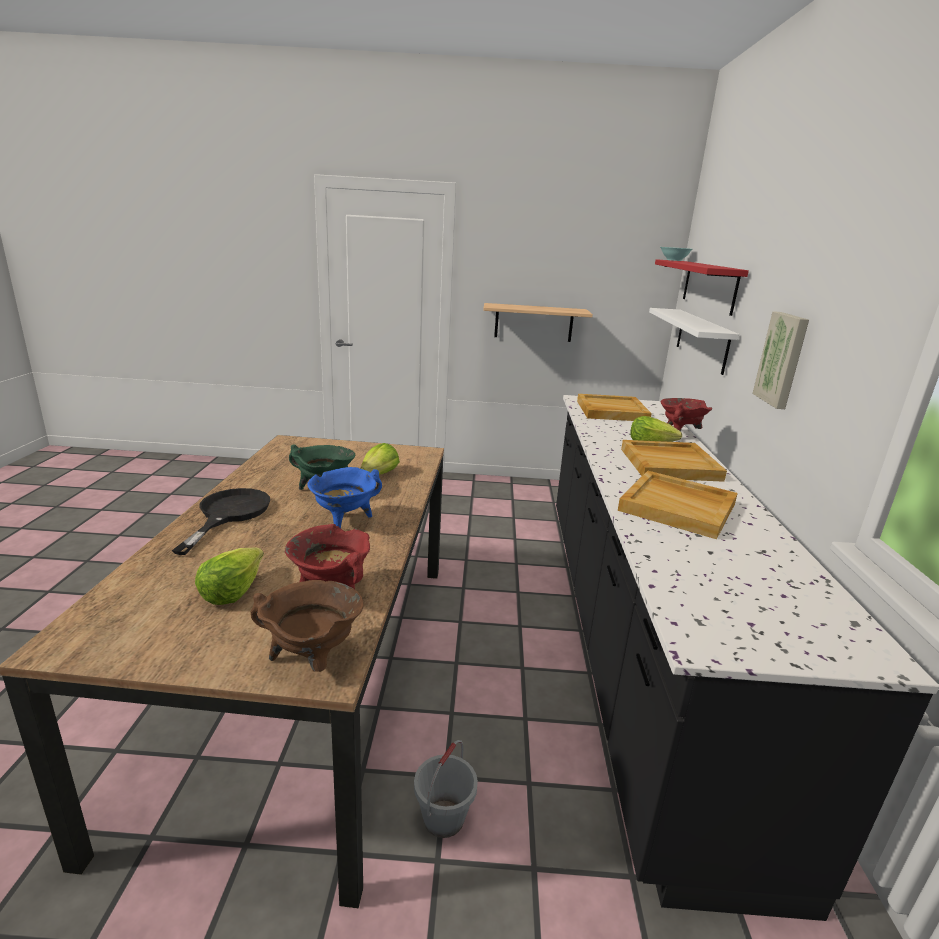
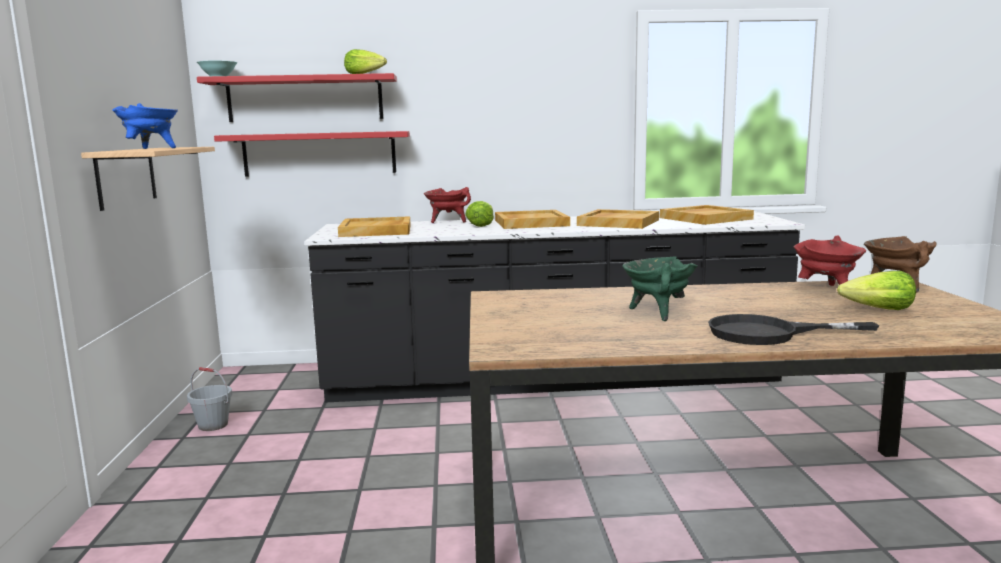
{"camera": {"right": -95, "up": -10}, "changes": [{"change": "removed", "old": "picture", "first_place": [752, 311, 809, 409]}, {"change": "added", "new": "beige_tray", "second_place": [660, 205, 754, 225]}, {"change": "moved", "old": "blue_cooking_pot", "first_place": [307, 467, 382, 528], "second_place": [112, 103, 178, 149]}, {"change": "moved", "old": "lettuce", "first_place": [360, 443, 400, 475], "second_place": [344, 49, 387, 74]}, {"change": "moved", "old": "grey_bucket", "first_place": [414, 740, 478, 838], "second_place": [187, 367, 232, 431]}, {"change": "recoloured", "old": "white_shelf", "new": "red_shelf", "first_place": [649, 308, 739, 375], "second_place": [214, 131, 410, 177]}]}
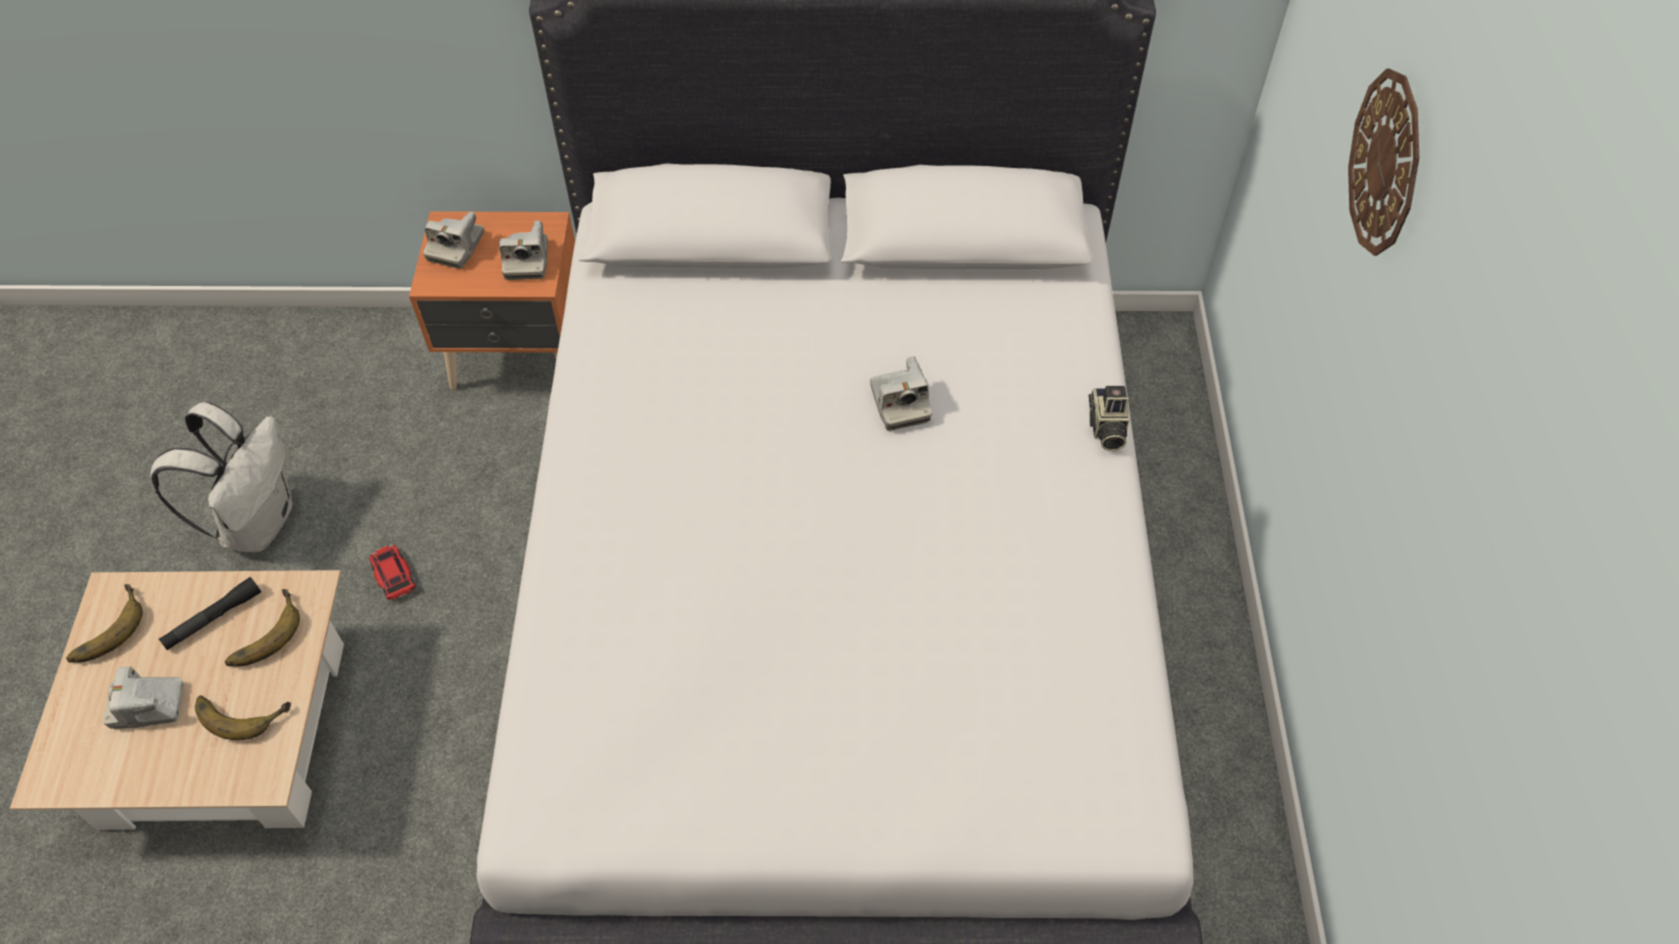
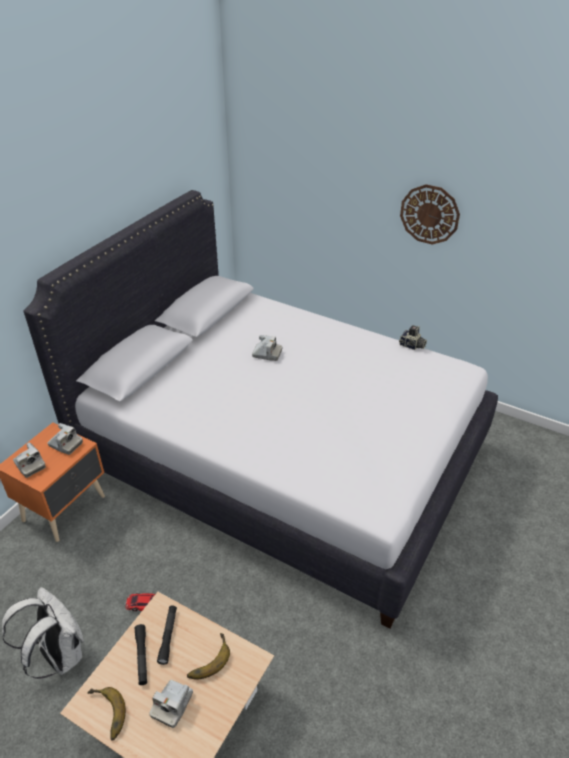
{"camera": {"right": -60, "up": -15}, "changes": [{"change": "moved", "old": "photo_camera", "first_place": [1089, 386, 1130, 451], "second_place": [399, 325, 427, 350]}, {"change": "moved", "old": "wall_clock", "first_place": [1348, 69, 1419, 256], "second_place": [400, 184, 460, 245]}, {"change": "replaced", "old": "banana", "new": "black_flashlight", "first_place": [225, 589, 300, 667], "second_place": [157, 606, 177, 665]}]}
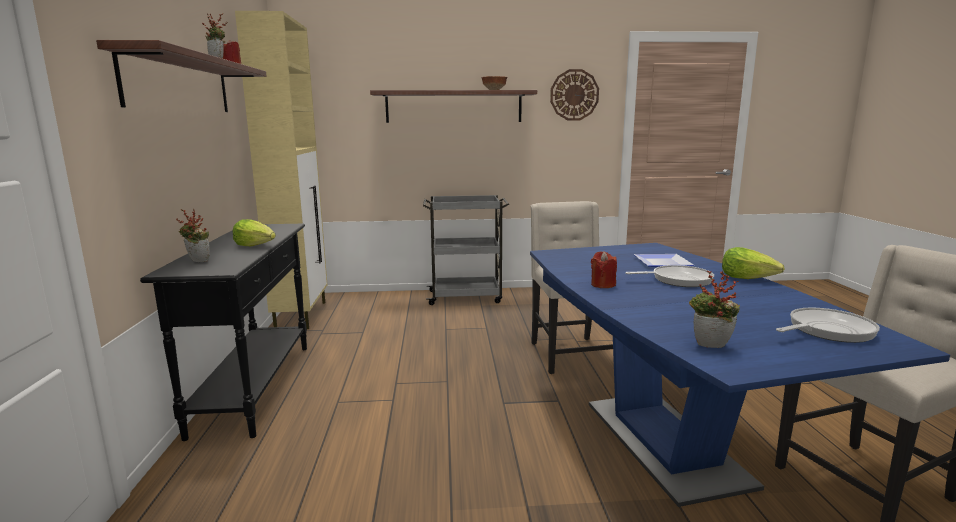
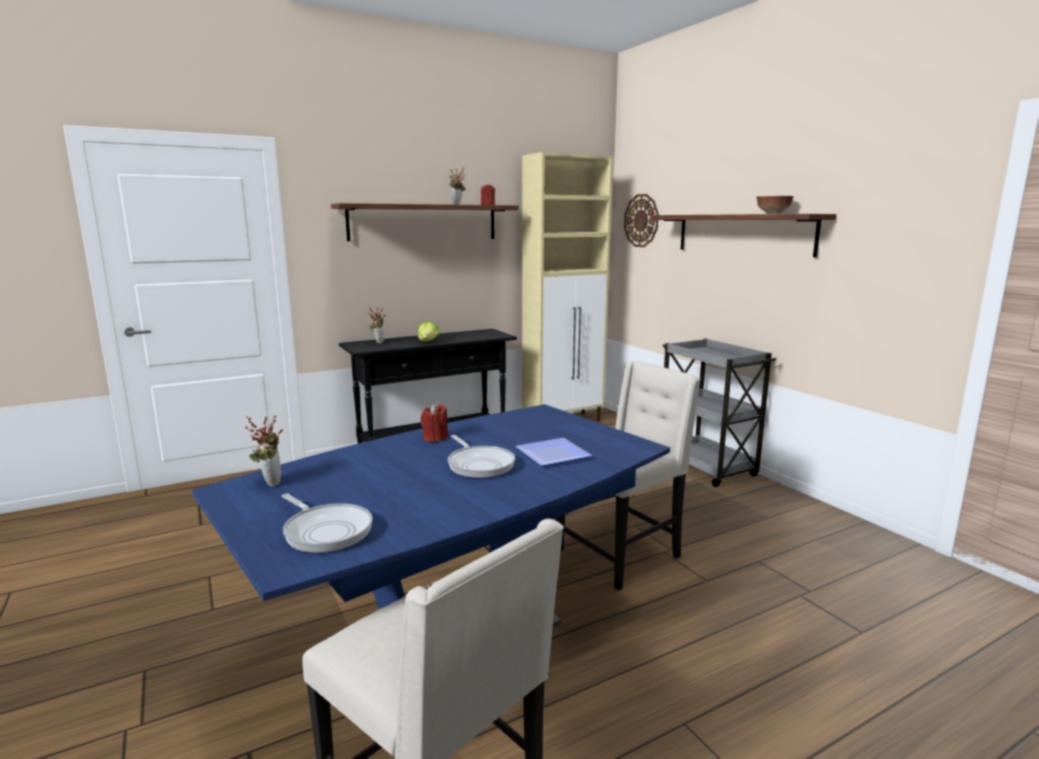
{"camera": {"right": 65, "up": 0}, "changes": [{"change": "removed", "old": "lettuce", "first_place": [722, 247, 784, 279]}, {"change": "moved", "old": "wall_clock", "first_place": [550, 69, 599, 120], "second_place": [624, 194, 659, 247]}]}
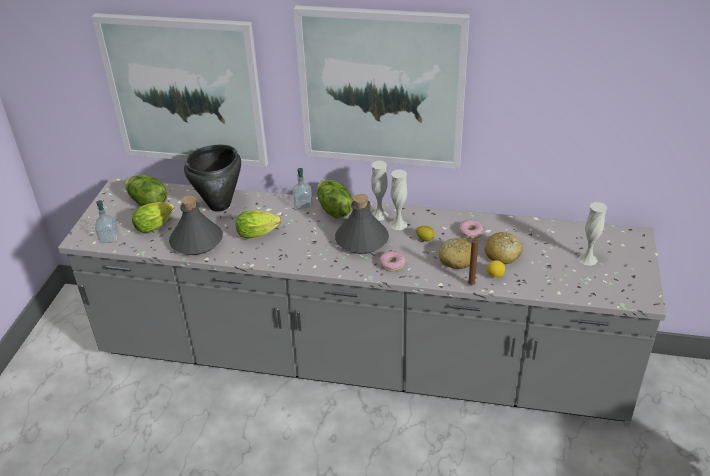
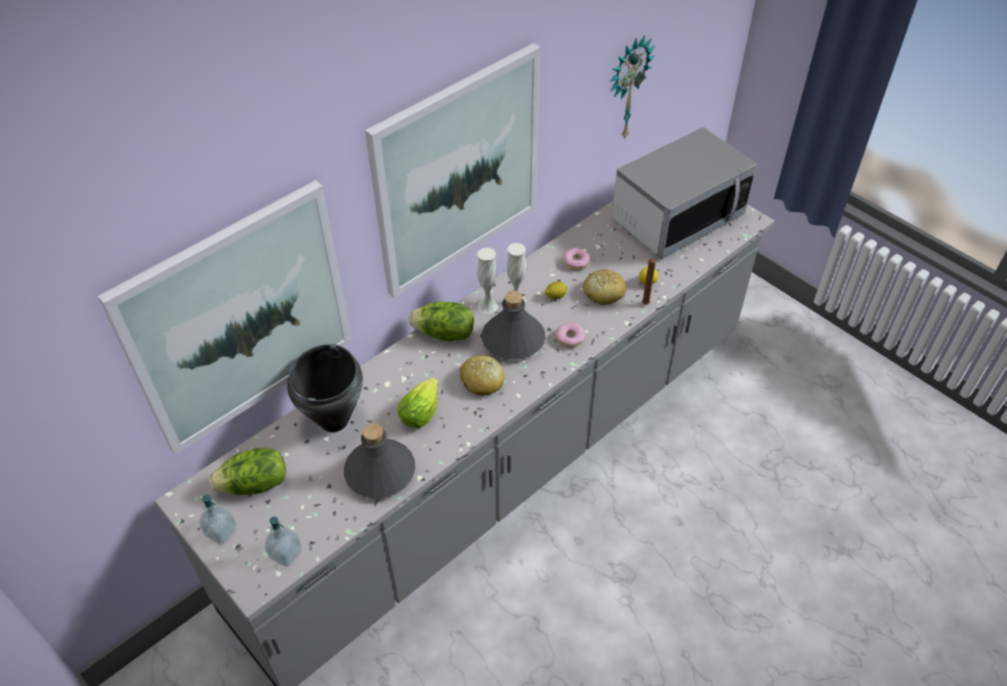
{"camera": {"right": -55, "up": 10}, "changes": [{"change": "removed", "old": "lettuce", "first_place": [132, 202, 175, 233]}, {"change": "added", "new": "wall_clock", "second_place": [610, 35, 655, 140]}, {"change": "moved", "old": "soap_dispenser", "first_place": [293, 168, 312, 210], "second_place": [199, 495, 237, 544]}, {"change": "moved", "old": "bread", "first_place": [484, 232, 523, 264], "second_place": [460, 356, 505, 396]}, {"change": "replaced", "old": "white_vase", "new": "microwave", "first_place": [578, 202, 607, 266], "second_place": [612, 127, 757, 259]}]}
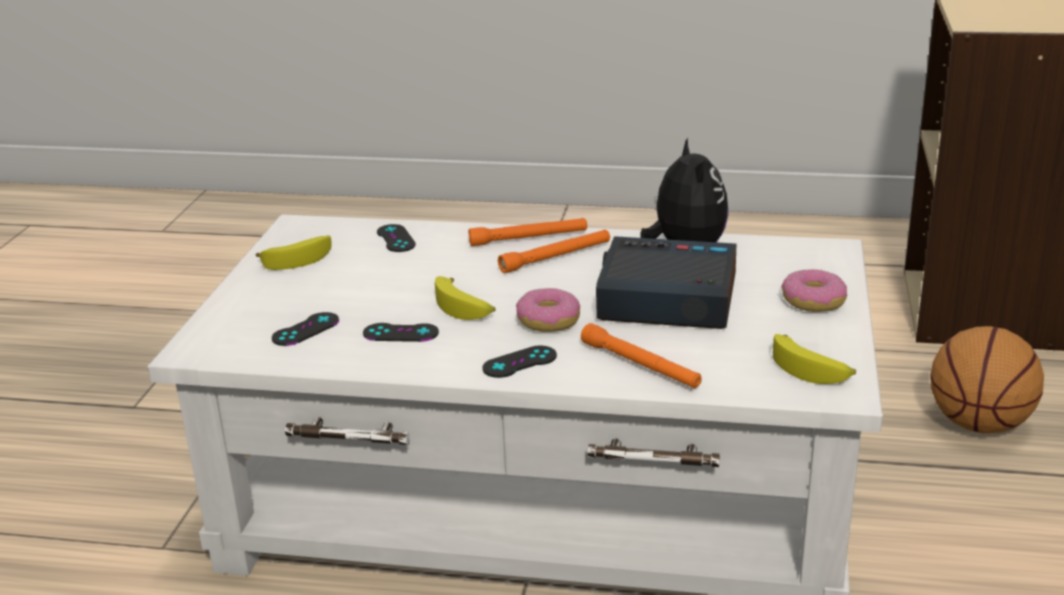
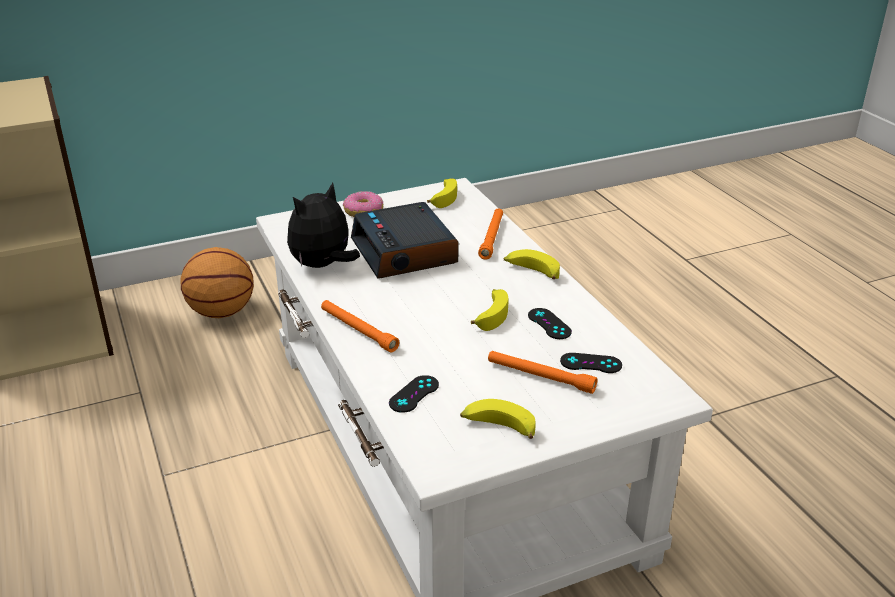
{"camera": {"right": -125, "up": 5}, "changes": [{"change": "removed", "old": "donut", "first_place": [516, 288, 580, 332]}, {"change": "moved", "old": "orange_flashlight", "first_place": [498, 229, 610, 273], "second_place": [488, 351, 597, 394]}, {"change": "replaced", "old": "black_game_controller", "new": "banana", "first_place": [482, 345, 557, 378], "second_place": [504, 249, 560, 279]}]}
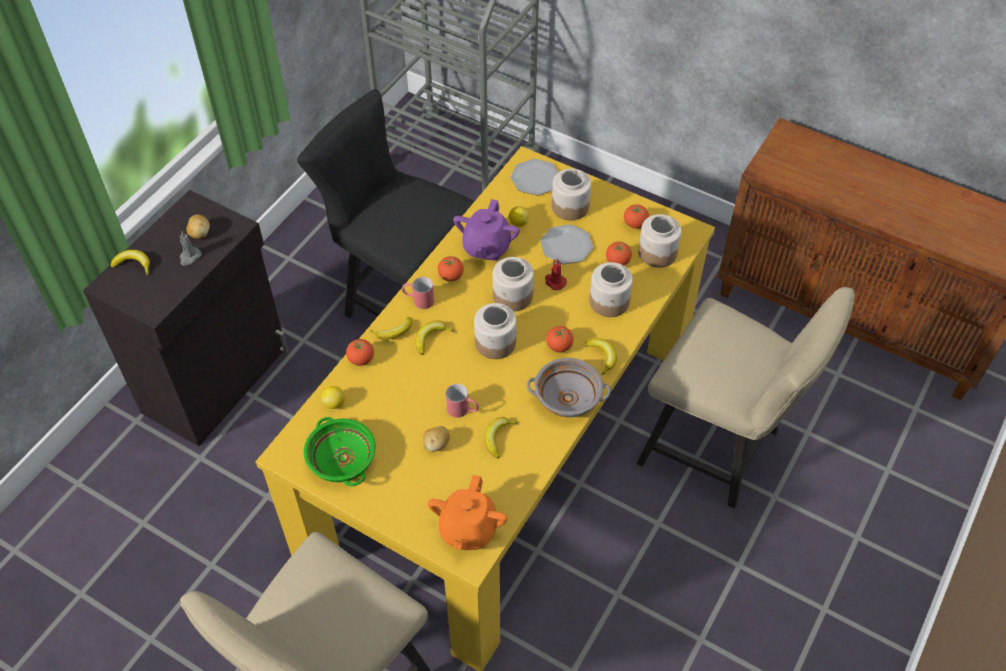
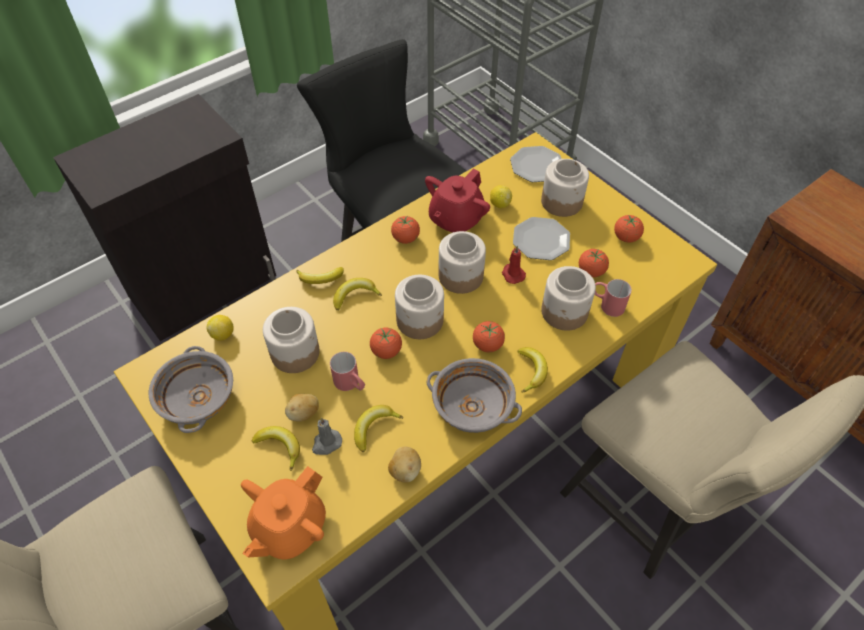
{"camera": {"right": 20, "up": 0}, "changes": [{"change": "moved", "old": "banana", "first_place": [111, 250, 150, 275], "second_place": [252, 426, 300, 471]}, {"change": "moved", "old": "grey_candle", "first_place": [180, 231, 201, 266], "second_place": [312, 418, 342, 455]}, {"change": "moved", "old": "potato", "first_place": [186, 215, 210, 239], "second_place": [388, 446, 421, 483]}, {"change": "moved", "old": "tomato", "first_place": [346, 339, 374, 366], "second_place": [370, 328, 402, 359]}, {"change": "moved", "old": "red_mug", "first_place": [402, 277, 434, 309], "second_place": [595, 279, 632, 317]}, {"change": "moved", "old": "jar", "first_place": [638, 214, 681, 268], "second_place": [263, 307, 319, 373]}, {"change": "recoloured", "old": "green_bowl", "new": "grey_bowl", "first_place": [304, 417, 376, 486], "second_place": [149, 346, 233, 433]}, {"change": "recoloured", "old": "purple_teapot", "new": "red_teapot", "first_place": [453, 199, 520, 261], "second_place": [425, 169, 490, 232]}]}
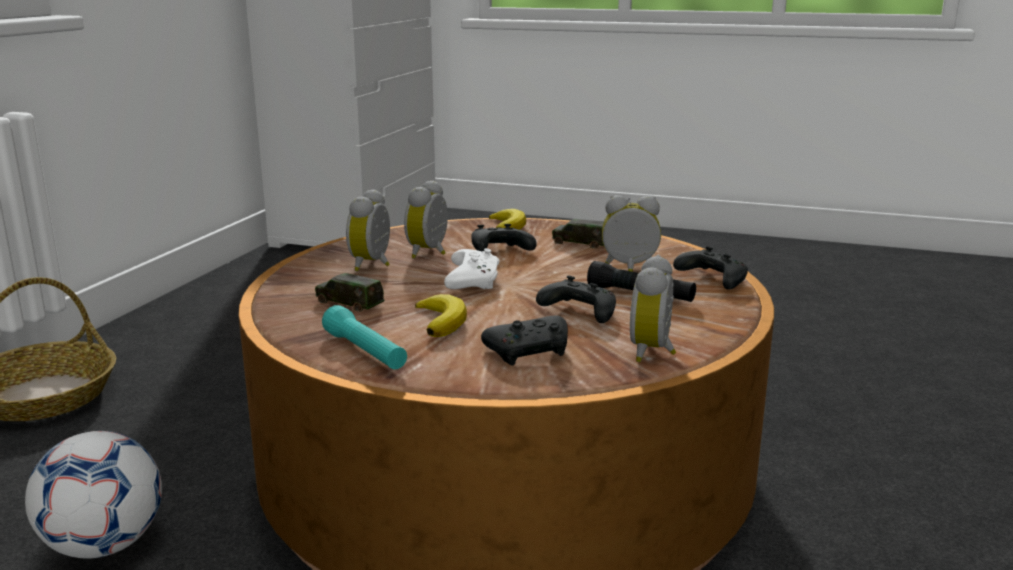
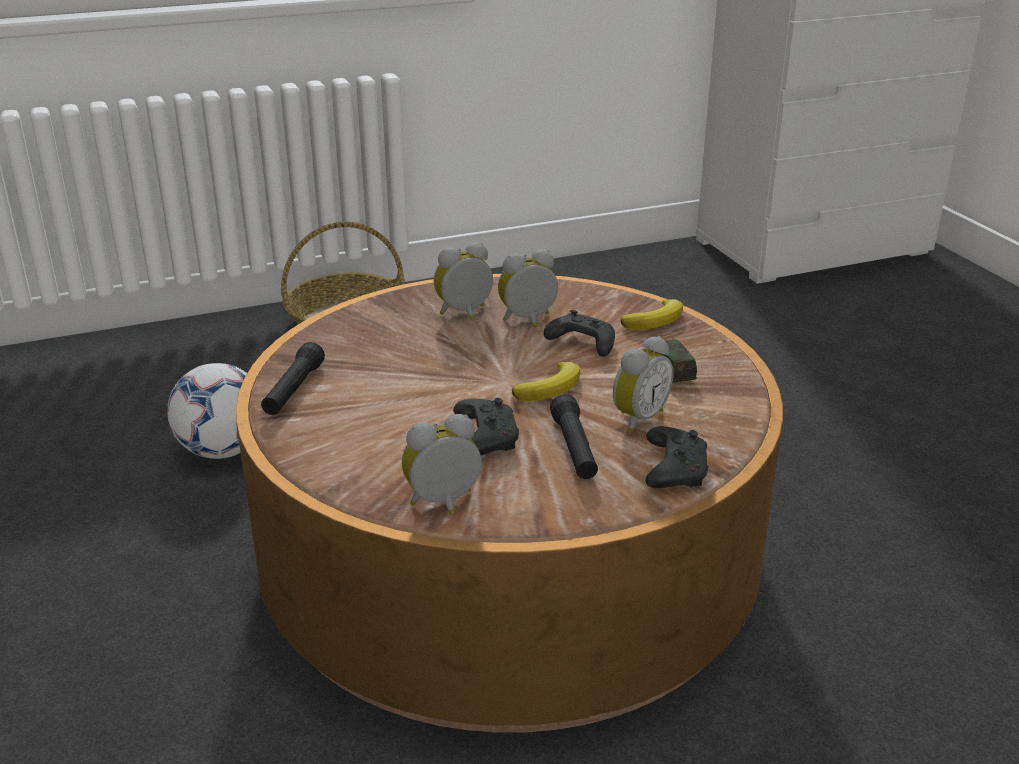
{"camera": {"right": 50, "up": 10}, "changes": [{"change": "removed", "old": "toy_car", "first_place": [315, 273, 385, 312]}, {"change": "removed", "old": "white_game_controller", "first_place": [444, 248, 500, 289]}, {"change": "removed", "old": "black_game_controller", "first_place": [481, 315, 568, 365]}, {"change": "moved", "old": "banana", "first_place": [415, 294, 467, 337], "second_place": [512, 362, 580, 401]}, {"change": "recoloured", "old": "turquoise_flashlight", "new": "black_flashlight", "first_place": [322, 305, 407, 370], "second_place": [261, 342, 325, 415]}, {"change": "turned", "old": "alarm_clock", "first_place": [602, 195, 661, 272], "second_place": [613, 336, 673, 433], "degrees": 75}]}
